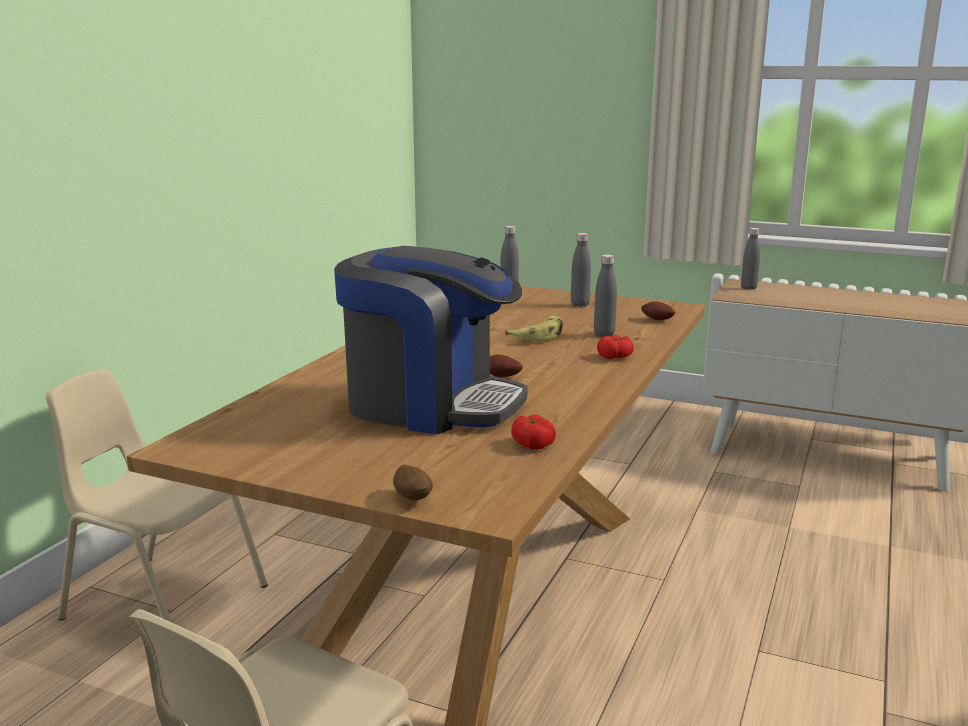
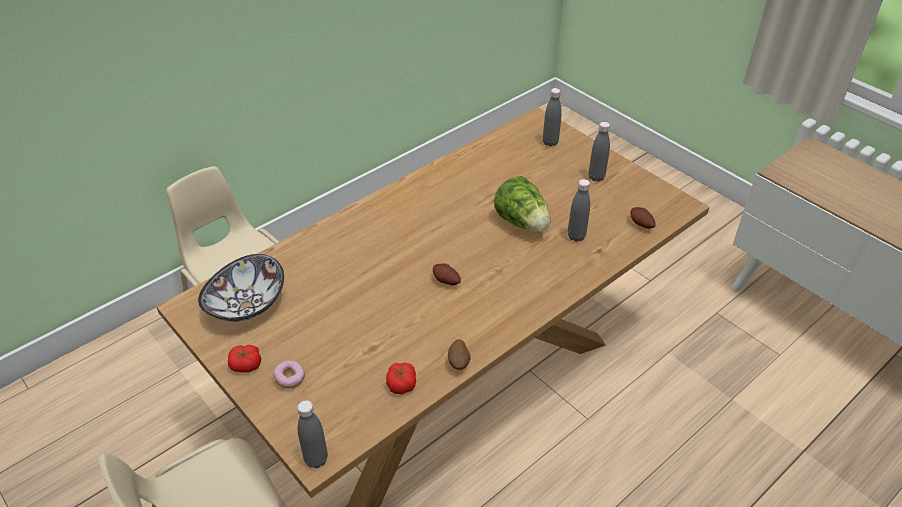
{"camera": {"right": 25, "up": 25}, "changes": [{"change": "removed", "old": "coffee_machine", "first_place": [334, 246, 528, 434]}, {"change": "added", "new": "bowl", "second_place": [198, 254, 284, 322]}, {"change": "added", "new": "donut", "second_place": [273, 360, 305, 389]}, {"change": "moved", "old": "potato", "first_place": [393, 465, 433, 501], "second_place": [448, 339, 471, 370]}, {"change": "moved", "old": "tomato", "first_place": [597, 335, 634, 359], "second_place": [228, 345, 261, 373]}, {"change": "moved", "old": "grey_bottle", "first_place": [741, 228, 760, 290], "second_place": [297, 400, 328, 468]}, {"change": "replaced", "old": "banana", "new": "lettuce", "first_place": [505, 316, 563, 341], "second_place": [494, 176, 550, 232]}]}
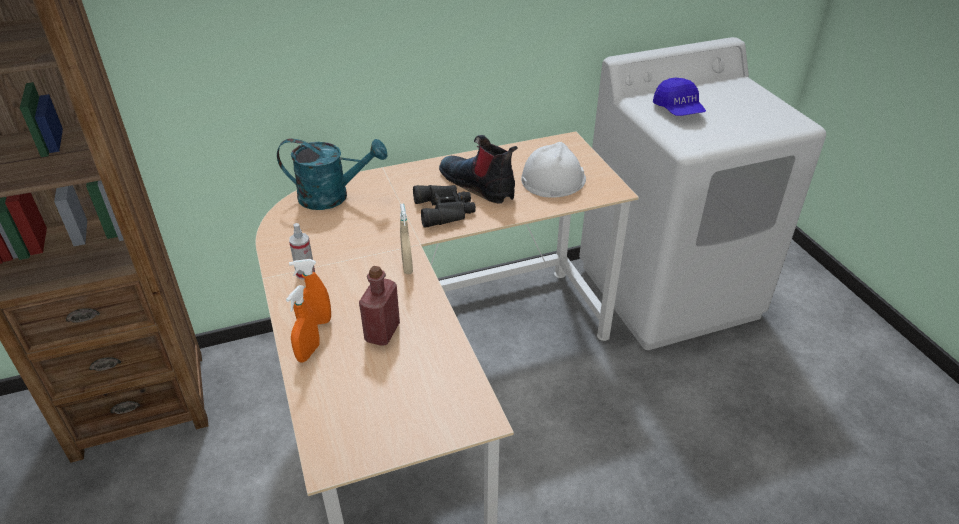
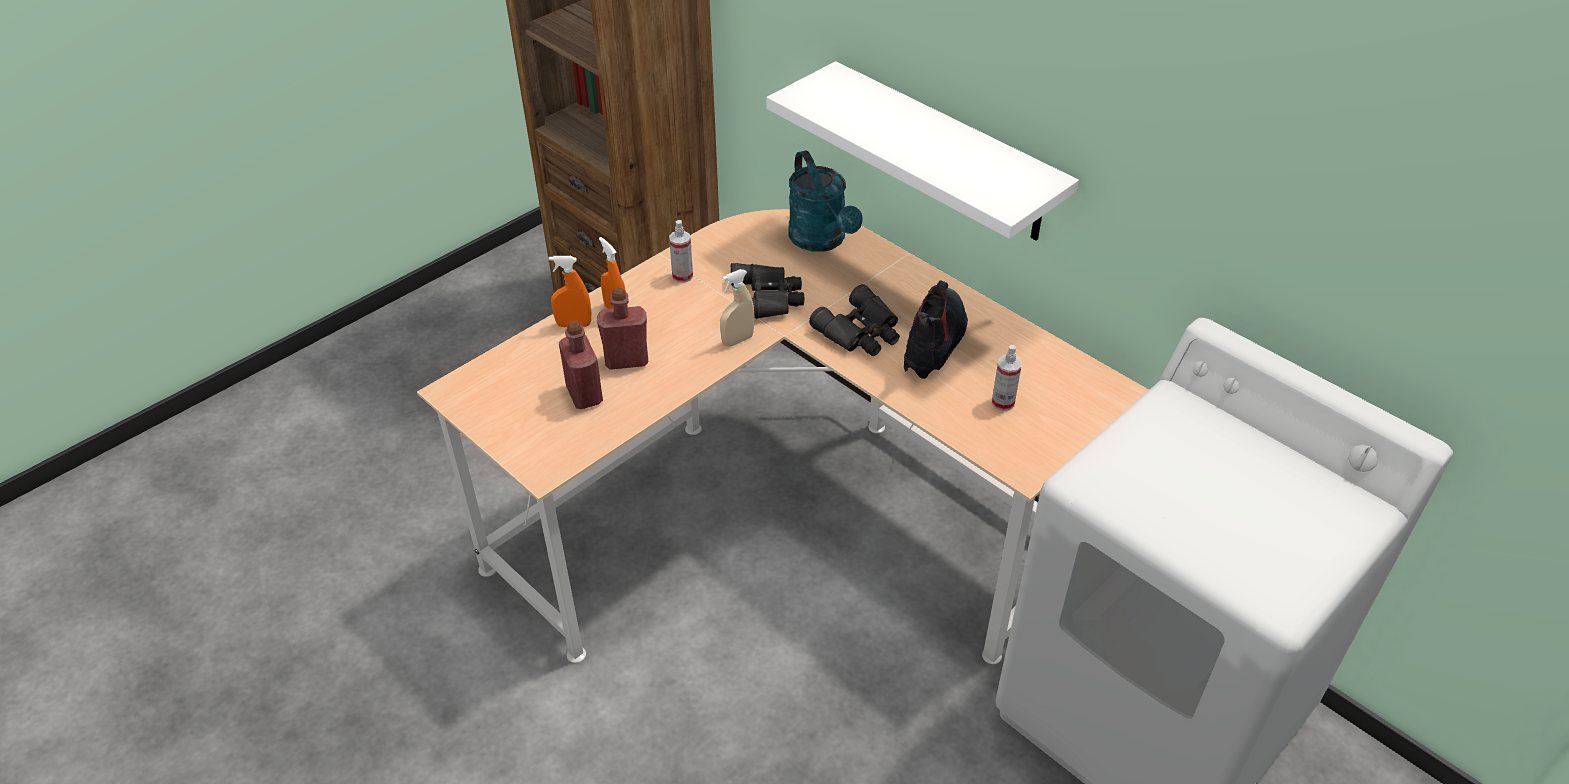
{"camera": {"right": 65, "up": 5}, "changes": [{"change": "removed", "old": "blue_cap", "first_place": [653, 78, 706, 116]}, {"change": "added", "new": "red_bottle", "second_place": [559, 321, 603, 409]}, {"change": "added", "new": "black_binoculars", "second_place": [731, 263, 804, 319]}, {"change": "added", "new": "white_shelf", "second_place": [766, 61, 1079, 241]}, {"change": "replaced", "old": "white_hard_hat", "new": "spray_bottle", "first_place": [521, 142, 586, 198], "second_place": [992, 345, 1022, 411]}]}
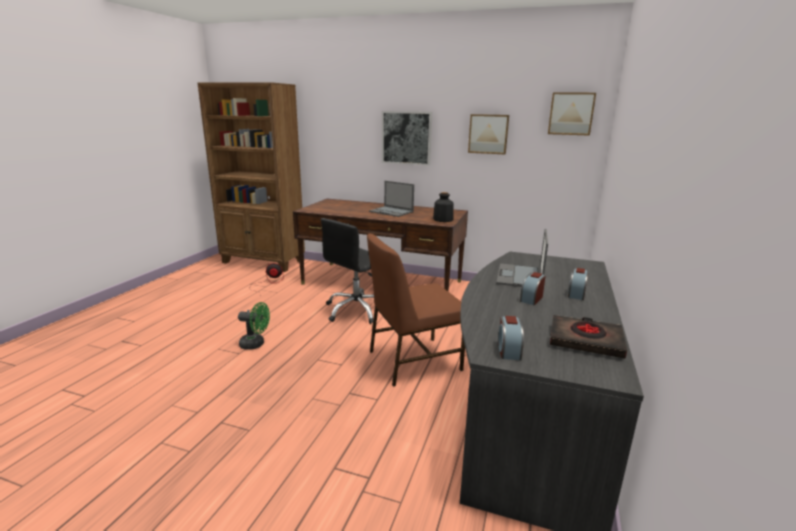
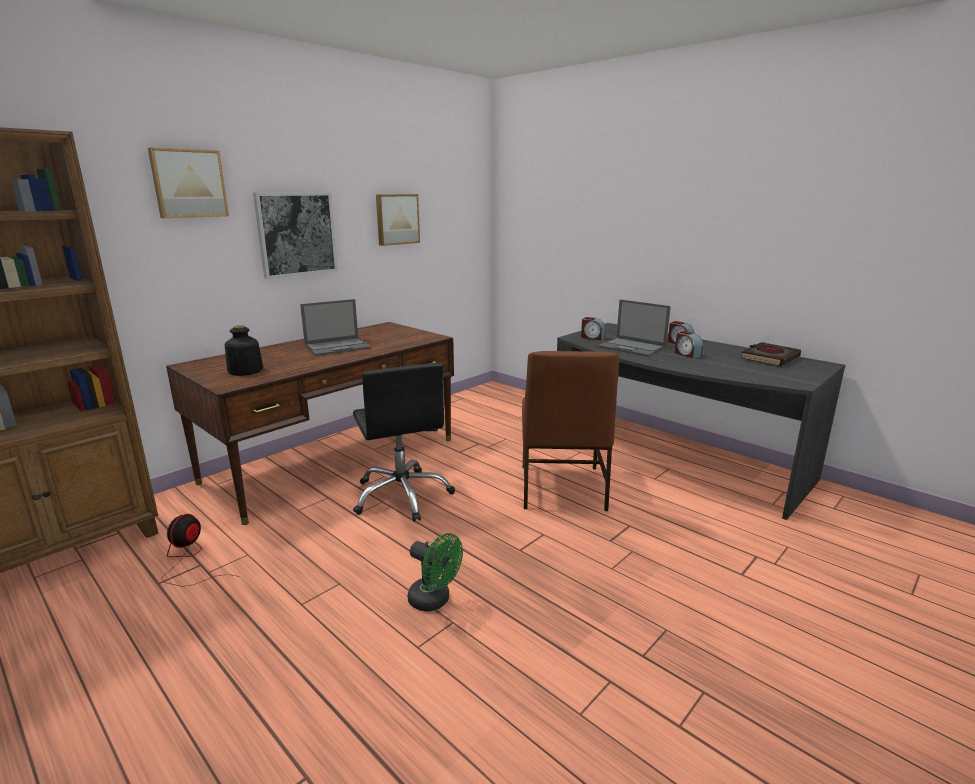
{"camera": {"right": -65, "up": 0}, "changes": [{"change": "moved", "old": "bottle", "first_place": [433, 192, 454, 222], "second_place": [225, 325, 263, 376]}, {"change": "moved", "old": "alarm_clock", "first_place": [498, 316, 524, 360], "second_place": [581, 317, 605, 340]}, {"change": "moved", "old": "picture", "first_place": [548, 92, 596, 136], "second_place": [148, 148, 229, 218]}, {"change": "turned", "old": "green_fan", "first_place": [238, 302, 270, 350], "second_place": [408, 533, 463, 612], "degrees": 90}]}
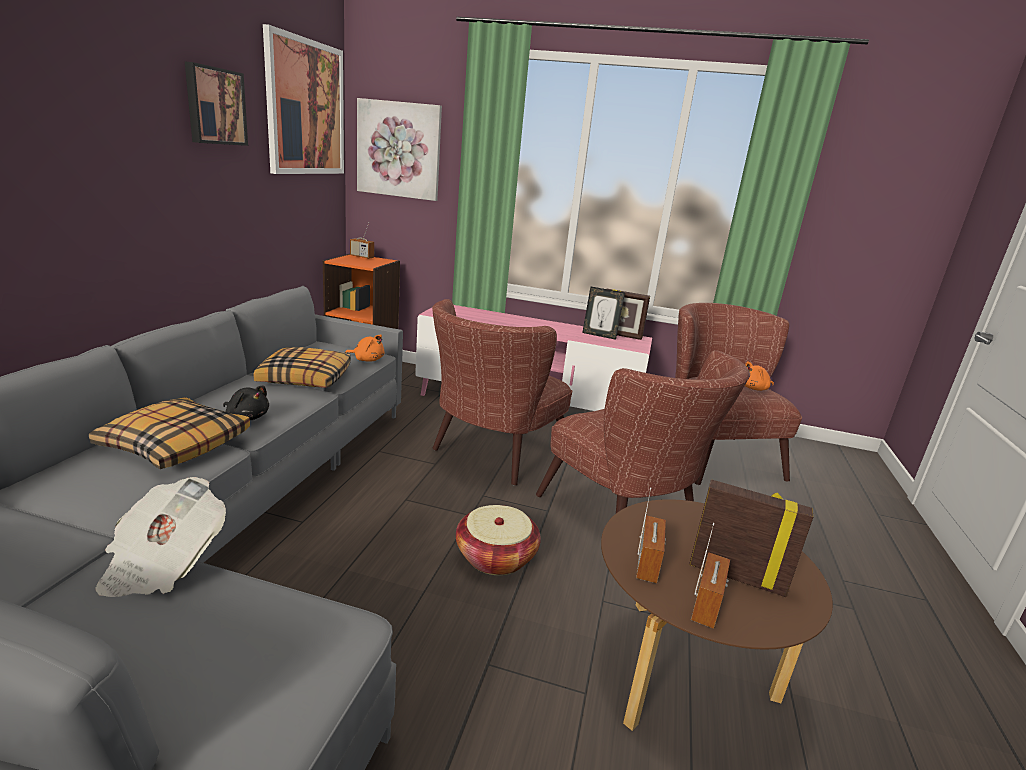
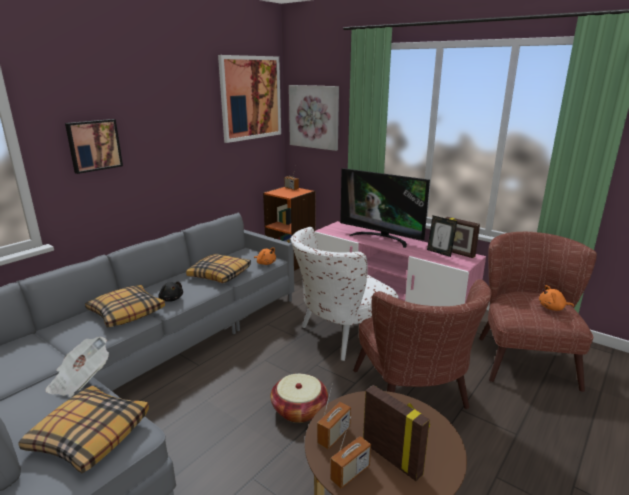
{"camera": {"right": 25, "up": 0}, "changes": [{"change": "added", "new": "pillow", "second_place": [18, 386, 149, 473]}, {"change": "added", "new": "television", "second_place": [340, 168, 430, 248]}, {"change": "moved", "old": "picture", "first_place": [185, 62, 248, 146], "second_place": [65, 119, 123, 174]}, {"change": "recoloured", "old": "brown_armchair", "new": "white_armchair", "first_place": [432, 299, 572, 485], "second_place": [291, 227, 399, 361]}]}
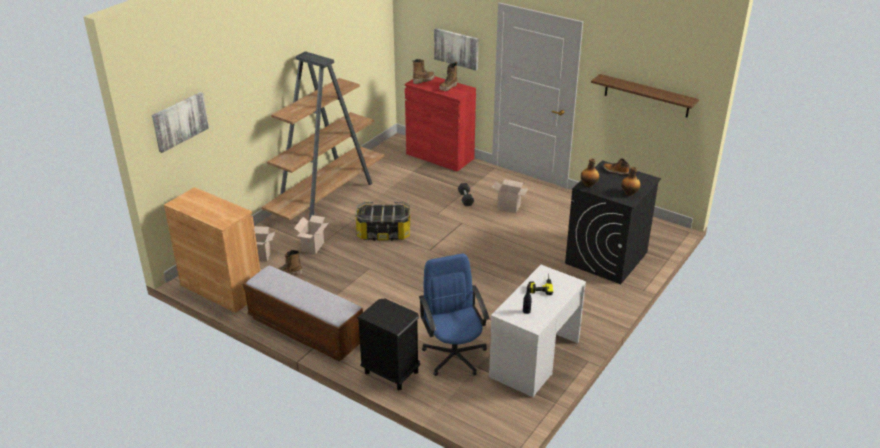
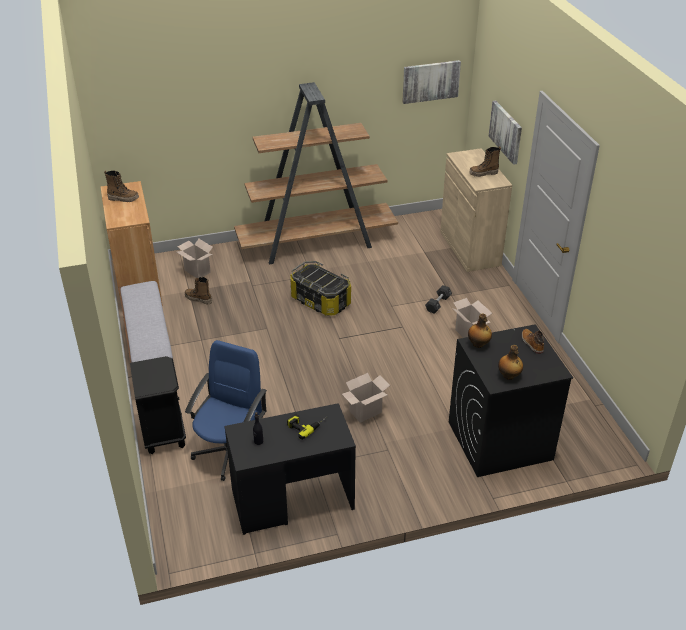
{"camera": {"right": 40, "up": 5}, "changes": [{"change": "removed", "old": "shelf", "first_place": [591, 74, 699, 118]}, {"change": "moved", "old": "picture", "first_place": [152, 92, 209, 153], "second_place": [402, 60, 461, 104]}, {"change": "moved", "old": "cardboard_box", "first_place": [294, 215, 328, 254], "second_place": [342, 373, 390, 423]}, {"change": "moved", "old": "boot", "first_place": [413, 59, 434, 84], "second_place": [104, 170, 139, 202]}, {"change": "recoloured", "old": "red_cabinet", "new": "beige_cabinet", "first_place": [405, 76, 476, 172], "second_place": [440, 148, 512, 272]}, {"change": "recoloured", "old": "white_desk", "new": "black_desk", "first_place": [489, 265, 586, 397], "second_place": [224, 403, 356, 535]}]}
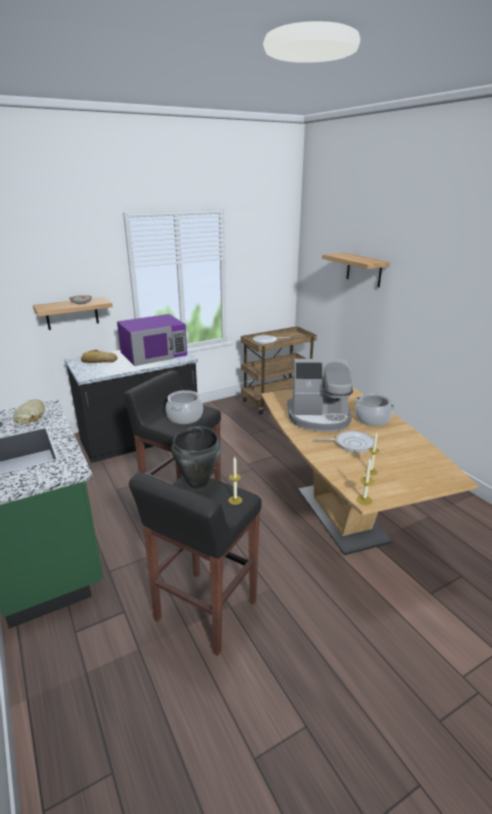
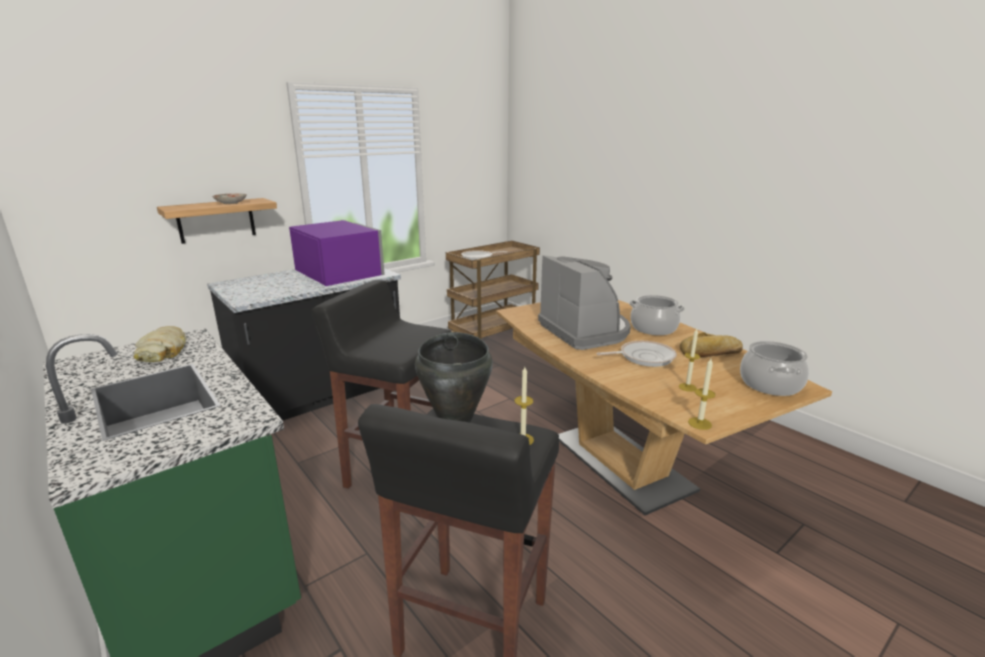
{"camera": {"right": -10, "up": -5}, "changes": [{"change": "removed", "old": "shelf", "first_place": [322, 253, 390, 287]}, {"change": "moved", "old": "bread", "first_place": [81, 350, 117, 363], "second_place": [680, 332, 743, 357]}, {"change": "moved", "old": "cooking_pot", "first_place": [166, 390, 203, 424], "second_place": [740, 341, 809, 396]}, {"change": "turned", "old": "purple_microwave", "first_place": [117, 314, 187, 366], "second_place": [289, 220, 385, 286], "degrees": -90}, {"change": "turned", "old": "coffee_machine", "first_place": [287, 359, 353, 432], "second_place": [538, 255, 631, 350], "degrees": -105}]}
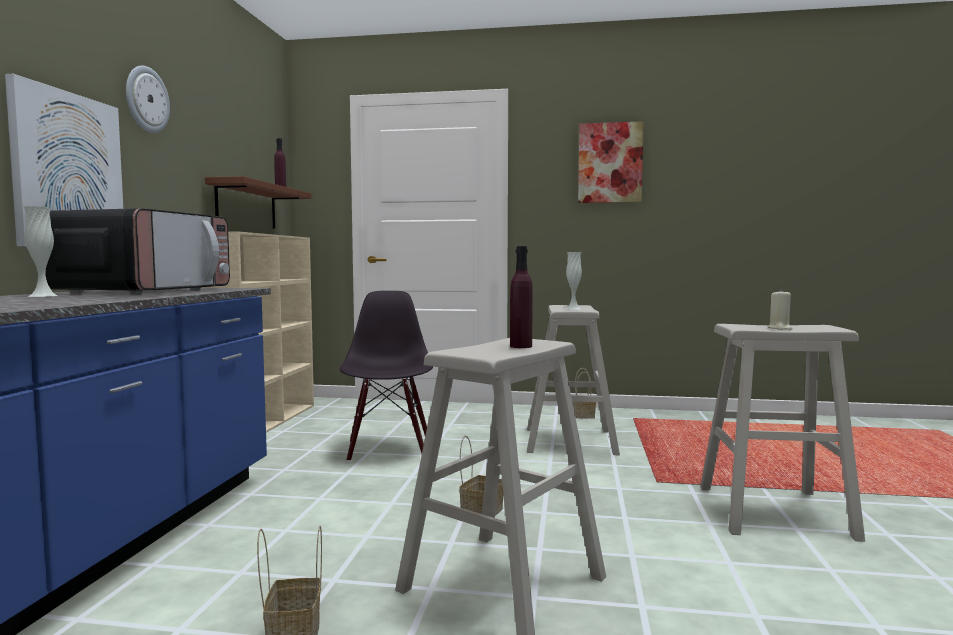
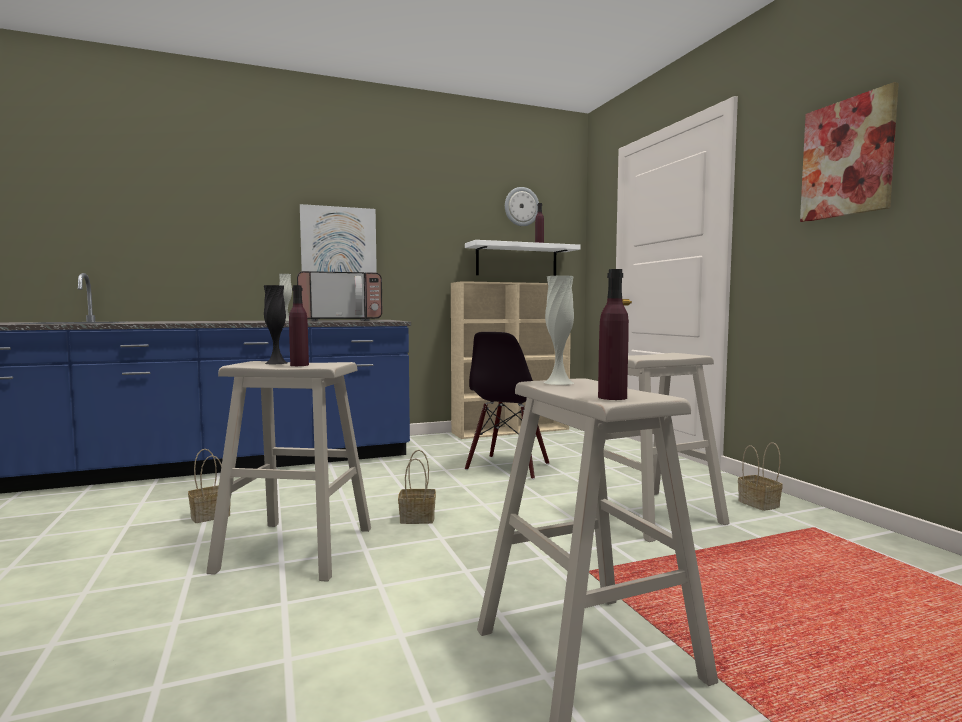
{"camera": {"right": 60, "up": 0}, "changes": [{"change": "removed", "old": "beige_candle", "first_place": [768, 289, 793, 330]}, {"change": "added", "new": "black_vase", "second_place": [264, 285, 287, 364]}, {"change": "added", "new": "purple_bottle", "second_place": [598, 269, 629, 400]}, {"change": "moved", "old": "wall_clock", "first_place": [126, 66, 170, 133], "second_place": [505, 187, 539, 226]}, {"change": "moved", "old": "white_vase", "first_place": [566, 252, 582, 310], "second_place": [544, 276, 574, 385]}, {"change": "recoloured", "old": "brown_shelf", "new": "white_shelf", "first_place": [205, 176, 311, 229], "second_place": [465, 240, 580, 276]}, {"change": "turned", "old": "black_chair", "first_place": [340, 291, 433, 462], "second_place": [465, 332, 549, 480], "degrees": 150}]}
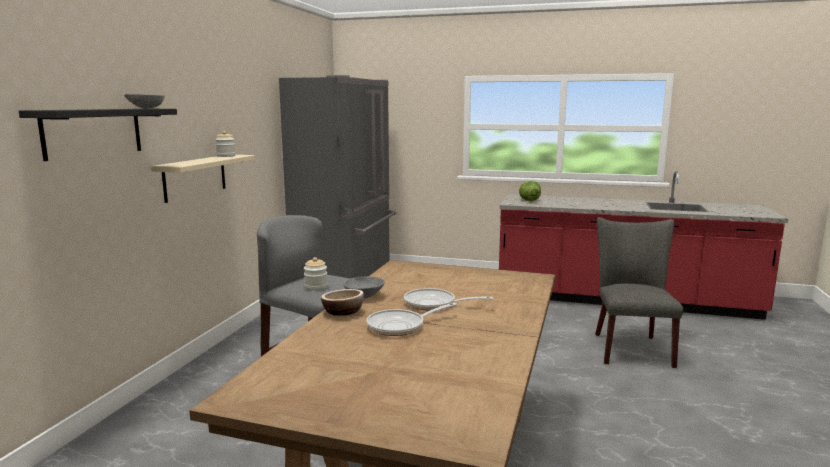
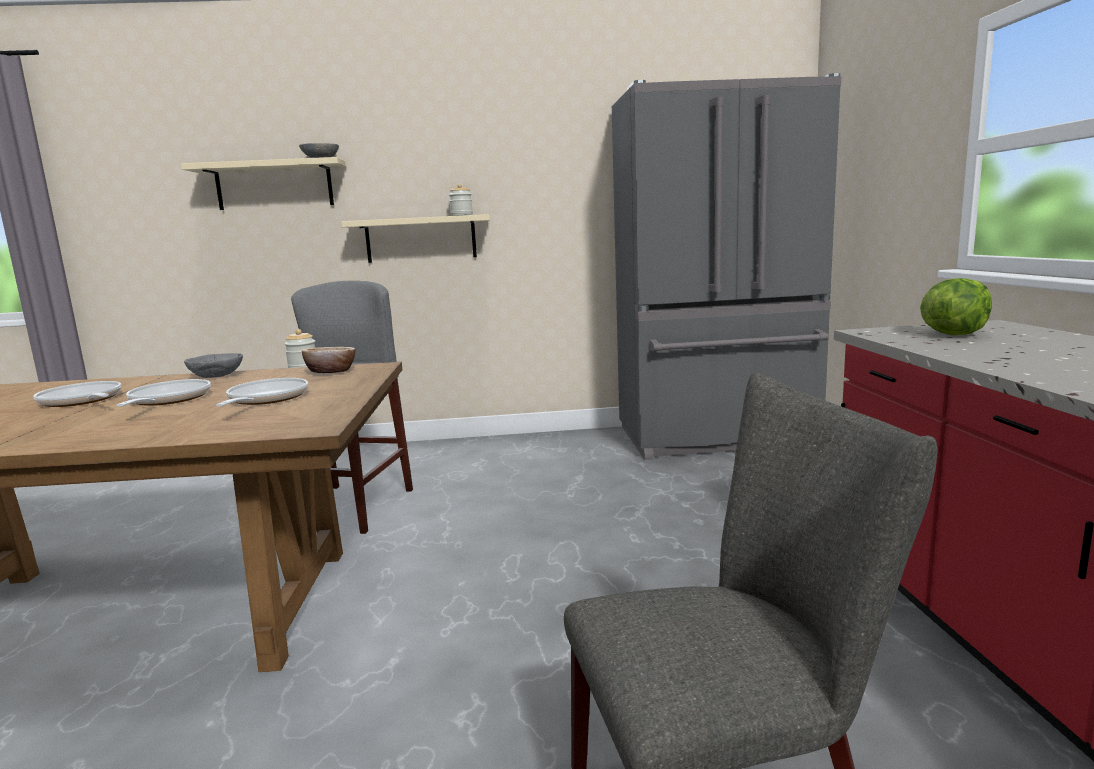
{"camera": {"right": 70, "up": 0}, "changes": [{"change": "added", "new": "frying_pan", "second_place": [216, 378, 308, 407]}, {"change": "moved", "old": "bowl", "first_place": [321, 289, 364, 316], "second_place": [302, 347, 356, 373]}, {"change": "recoloured", "old": "black_shelf", "new": "beige_shelf", "first_place": [19, 109, 177, 161], "second_place": [181, 157, 346, 210]}]}
